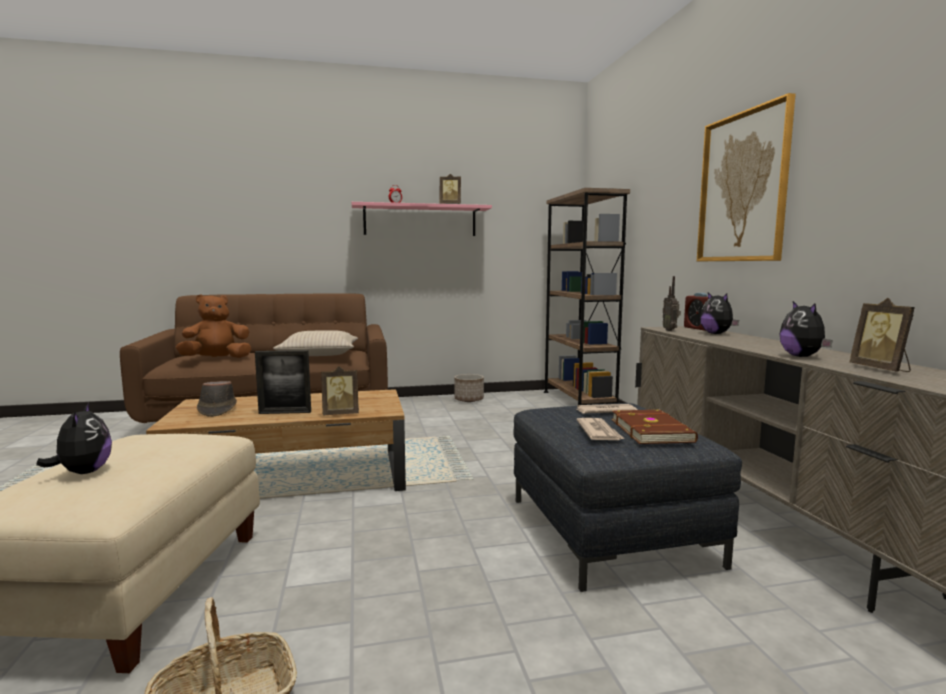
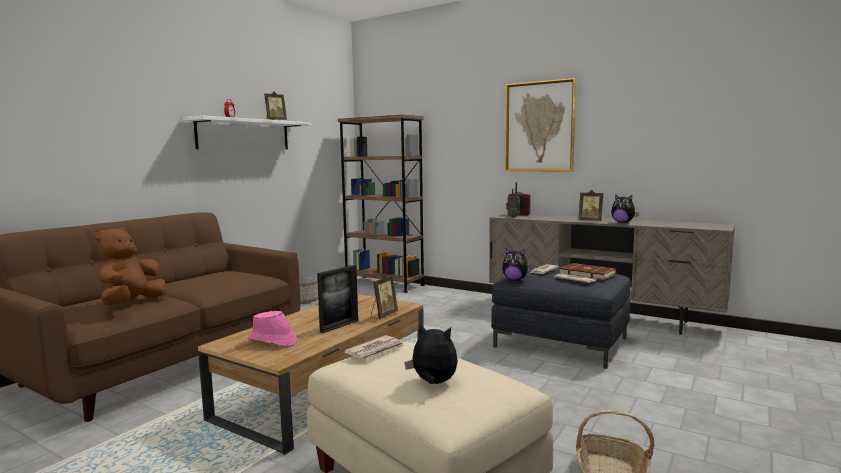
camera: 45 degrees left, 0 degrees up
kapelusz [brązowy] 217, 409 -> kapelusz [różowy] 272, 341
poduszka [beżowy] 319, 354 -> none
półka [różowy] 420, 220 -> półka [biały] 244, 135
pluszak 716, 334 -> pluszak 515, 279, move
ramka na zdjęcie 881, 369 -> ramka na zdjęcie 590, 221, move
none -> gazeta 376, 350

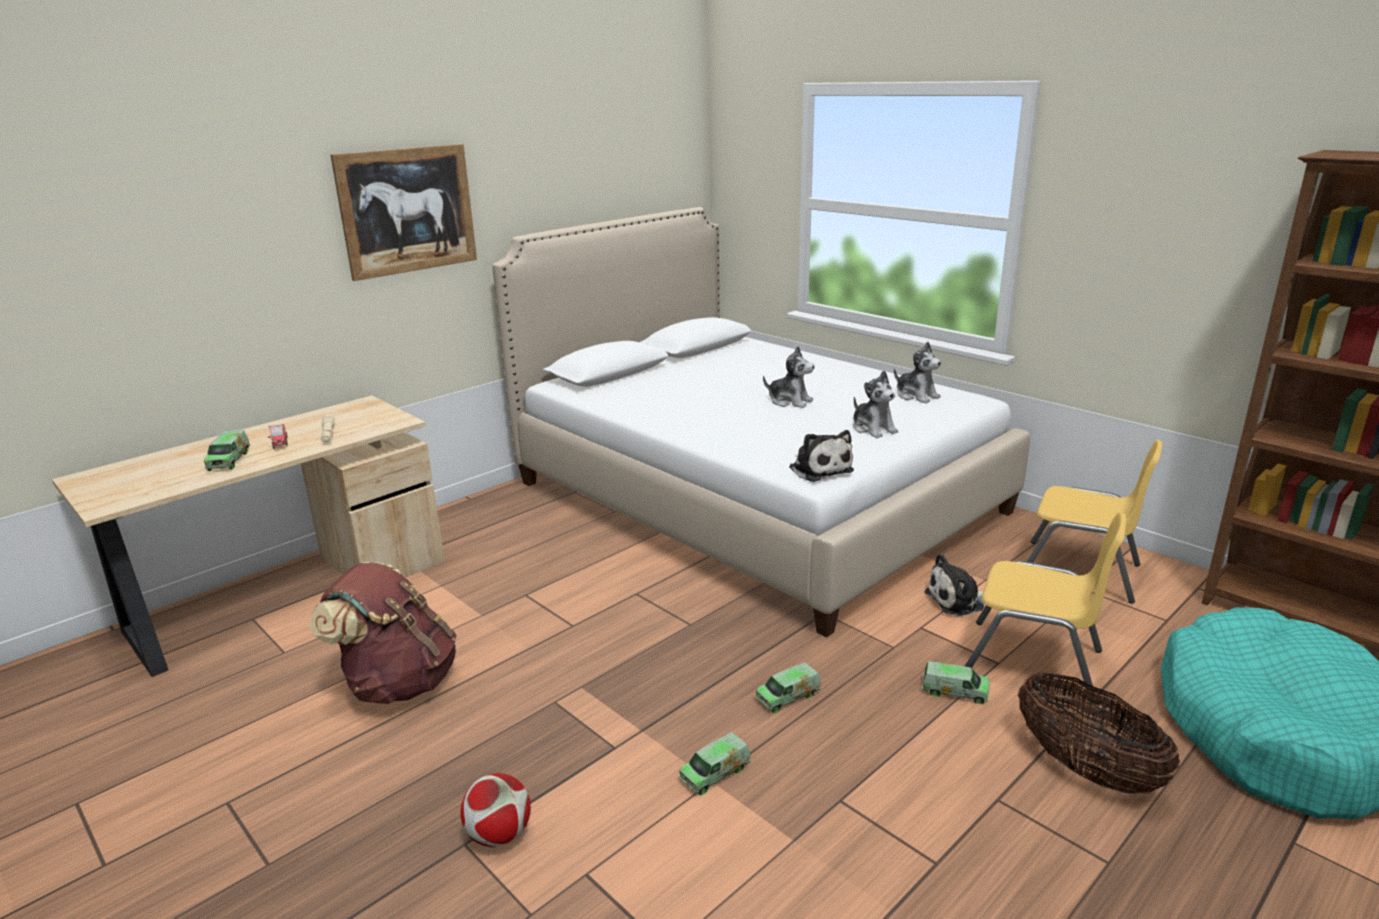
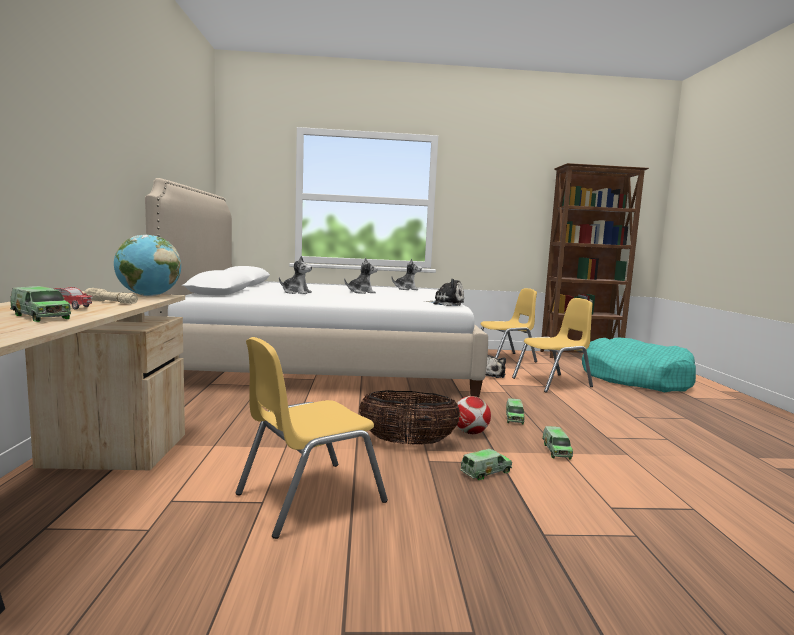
camera: 50 degrees left, 15 degrees down
plecak [brązowy] 398, 683 -> krzesło [żółty] 309, 497
obraz 407, 210 -> none
piłka futbolowa 499, 835 -> piłka futbolowa 470, 433, move
pluszak 873, 429 -> pluszak 296, 292, move
ciężarówka zabawkowa 954, 691 -> ciężarówka zabawkowa 486, 472, move
koszyk 1086, 768 -> koszyk 407, 443, move
none -> globus 148, 296

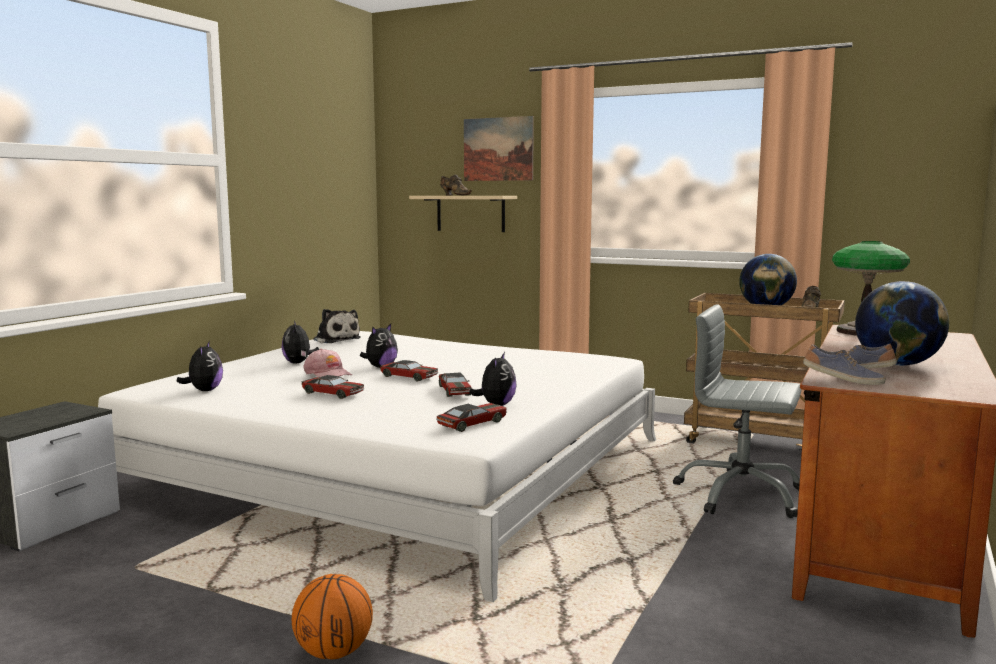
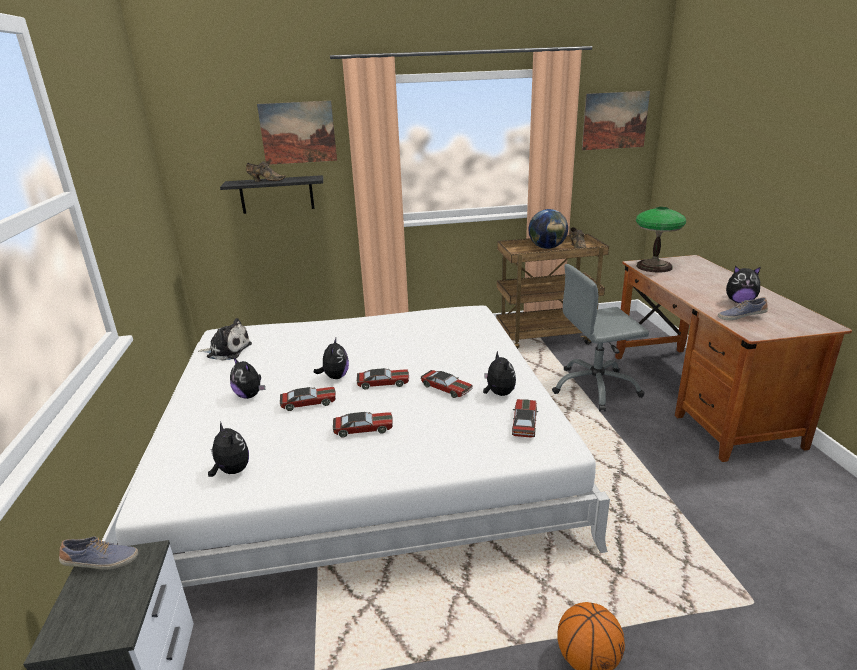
camera: 35 degrees left, 15 degrees up
czapka z daszkiem [różowy] 328, 374 -> samochodzik 309, 403
półka [beżowy] 470, 213 -> półka [czarny] 277, 194
but 842, 380 -> but 101, 562, move
globus 897, 364 -> pluszak 739, 302
none -> obraz 615, 120

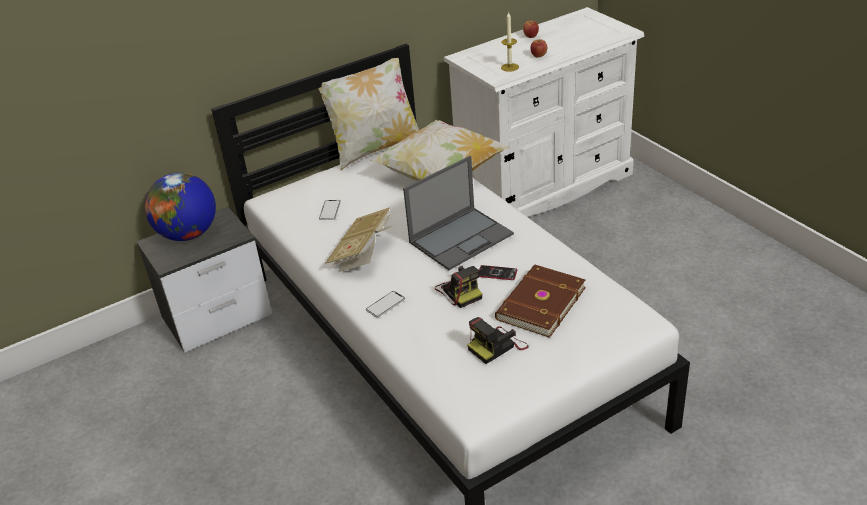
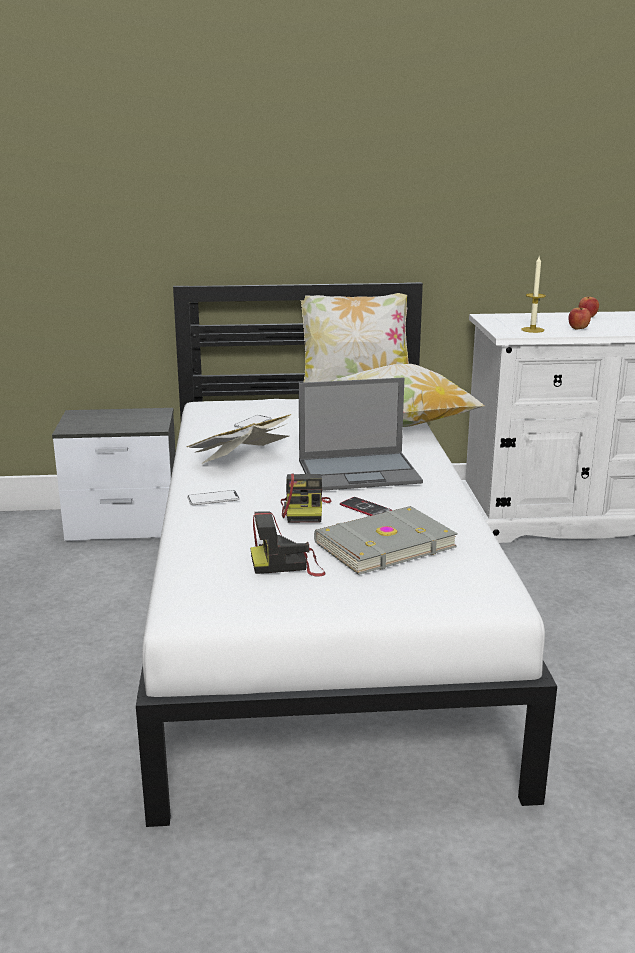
camera: 25 degrees right, 15 degrees down
globus 188, 234 -> none
książka [brązowy] 539, 303 -> książka [szary] 383, 544

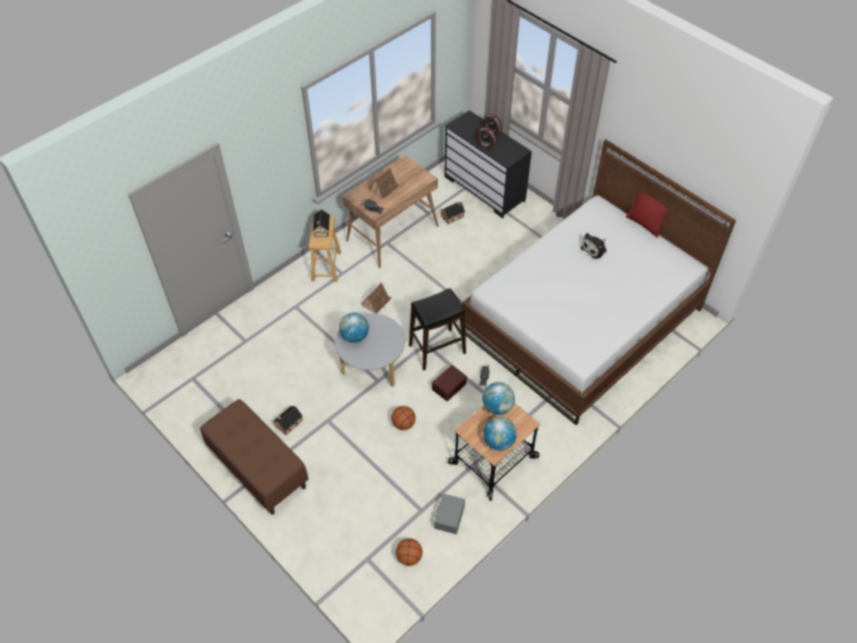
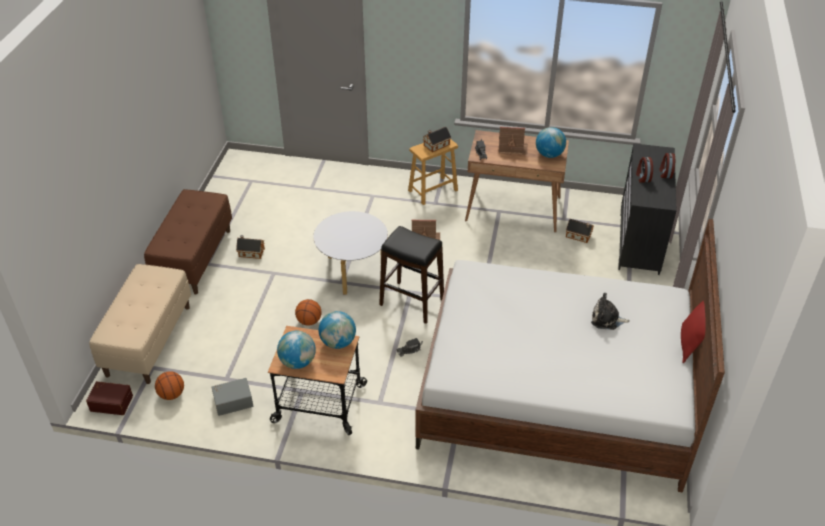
camera: 55 degrees right, 10 degrees down
globus 354, 336 -> globus 549, 155, move
pojemnik do przechowywania [brązowy] 448, 386 -> pojemnik do przechowywania [brązowy] 112, 402, move
none -> ławka [beżowy] 148, 340

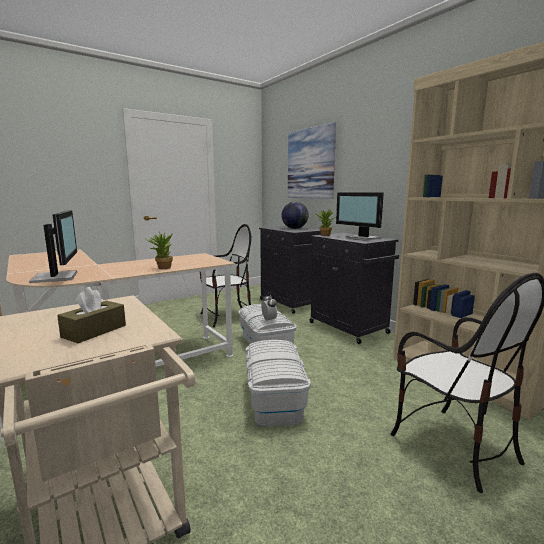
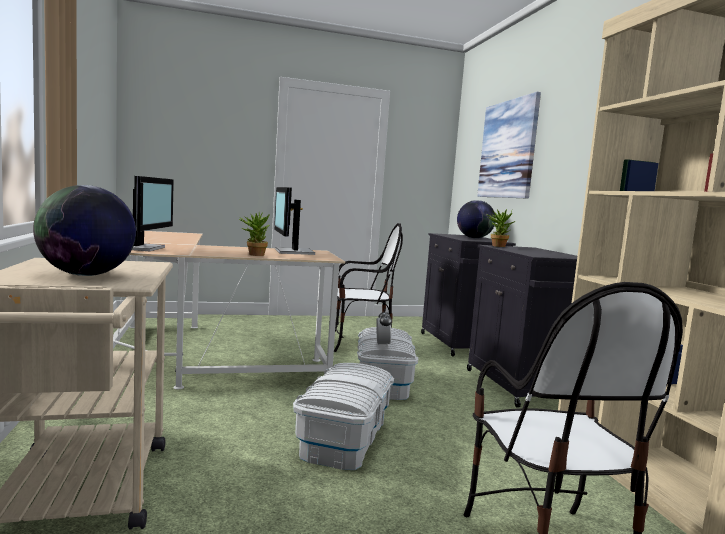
camera: 20 degrees right, 5 degrees down
pudełko chusteczek [brązowy] 94, 331 -> globus 86, 275
monitor 362, 238 -> monitor 292, 252, move

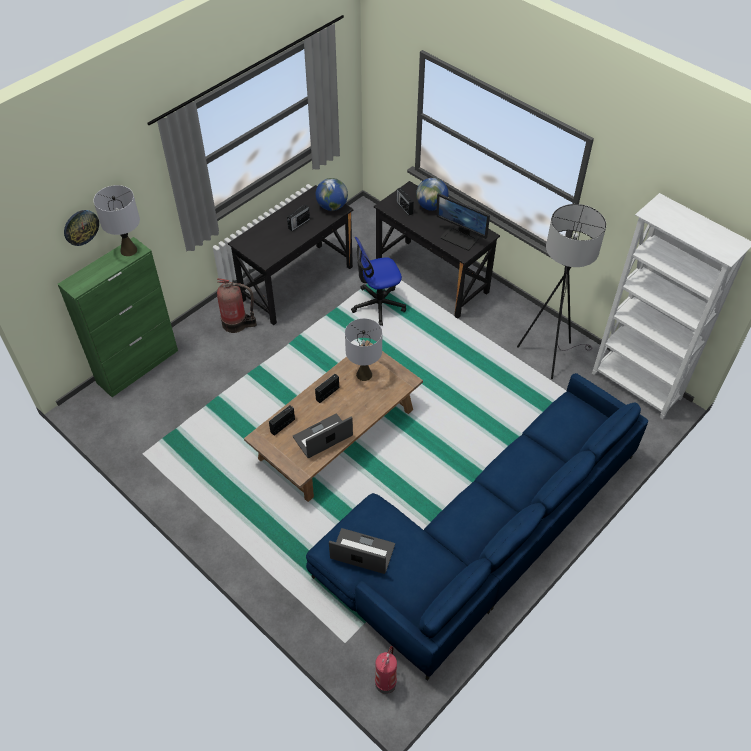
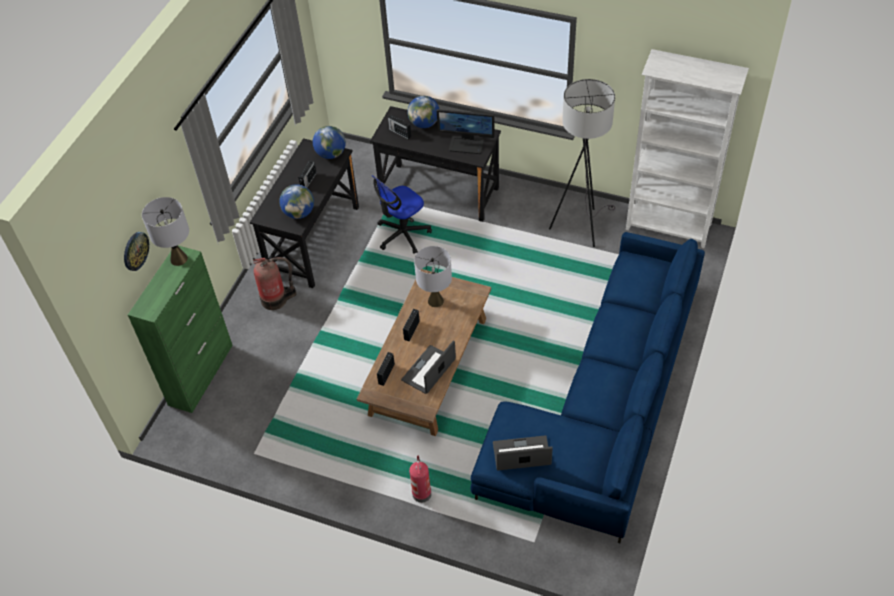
camera: 20 degrees left, 0 degrees up
gaśnica 385, 681 -> gaśnica 421, 493, move
none -> globus 299, 213

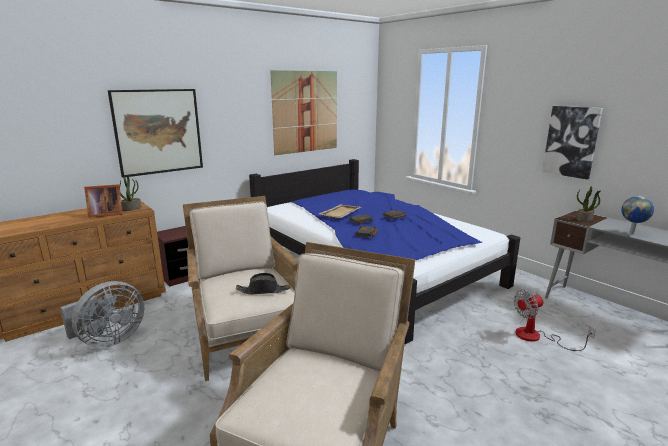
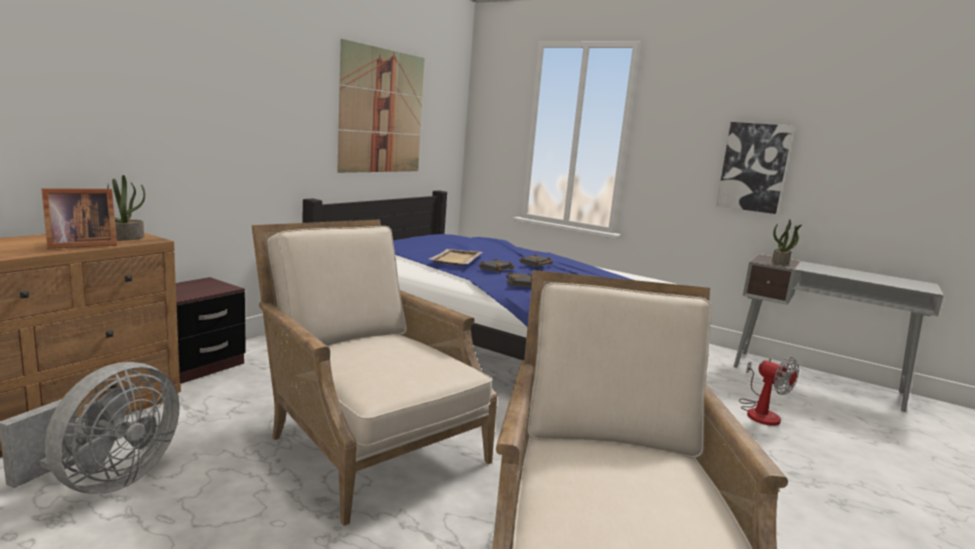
camera: 20 degrees left, 5 degrees down
obraz 158, 131 -> none
kapelusz [czarny] 263, 290 -> none
wentylator 537, 337 -> wentylator 760, 412, 90 degrees counterclockwise
globus 632, 233 -> none

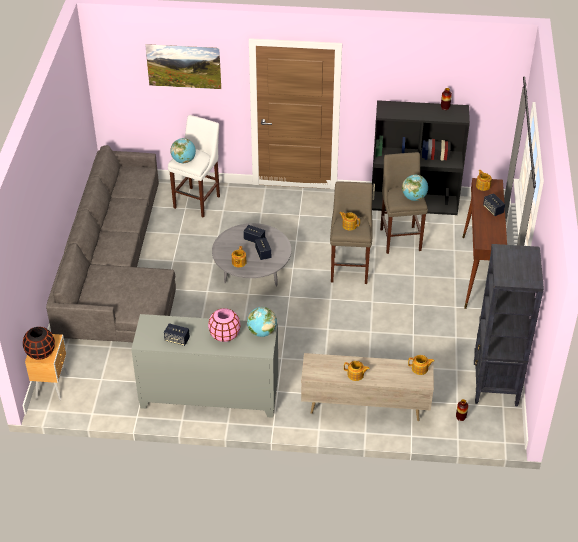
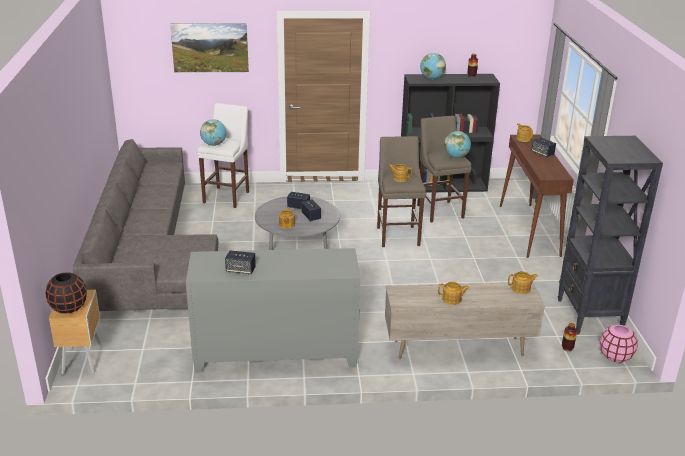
camera: 10 degrees left, 15 degrees down
wazon [różowy] 224, 335 -> wazon [różowy] 615, 357, move
globus 261, 332 -> globus 432, 78, move

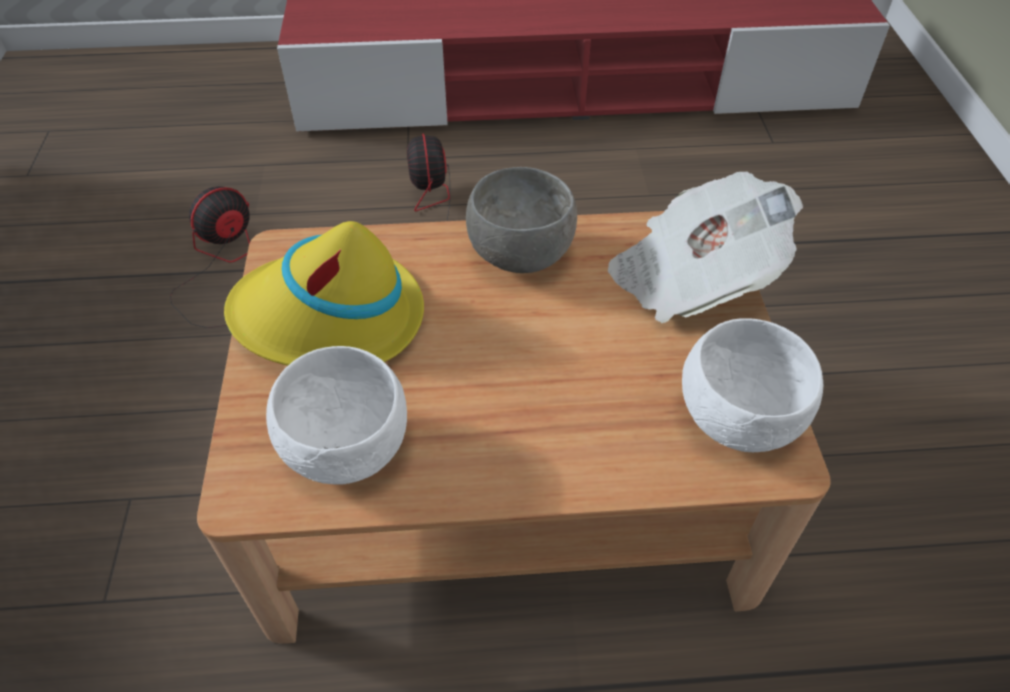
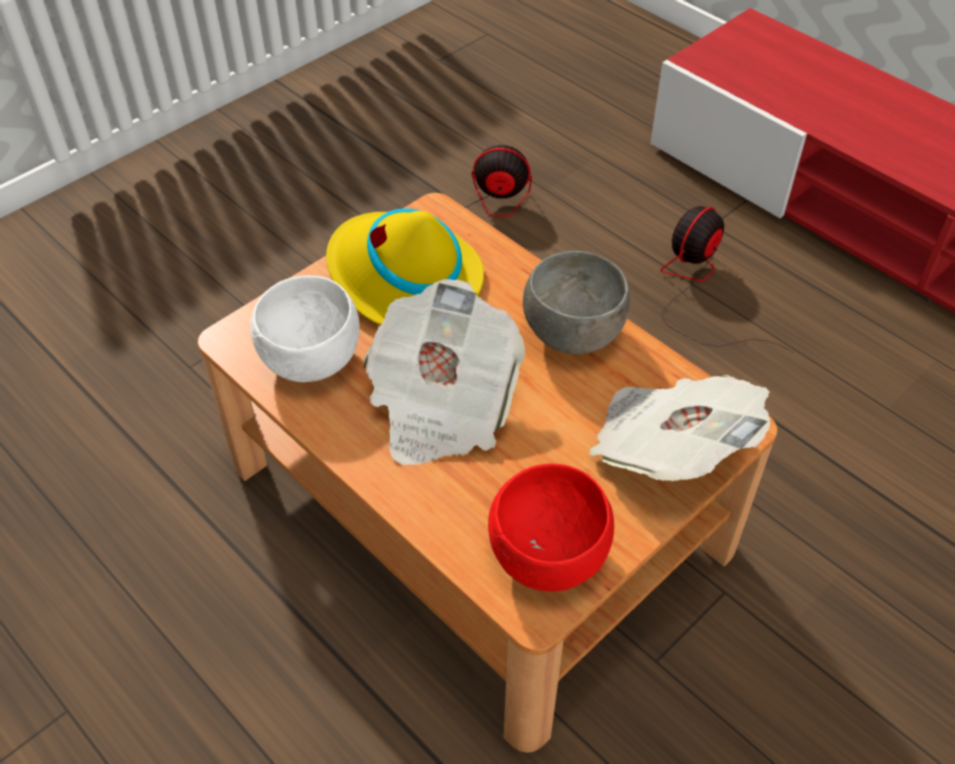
camera: 50 degrees right, 0 degrees up
miska [biały] 735, 420 -> miska [czerwony] 546, 556
none -> gazeta 441, 404

